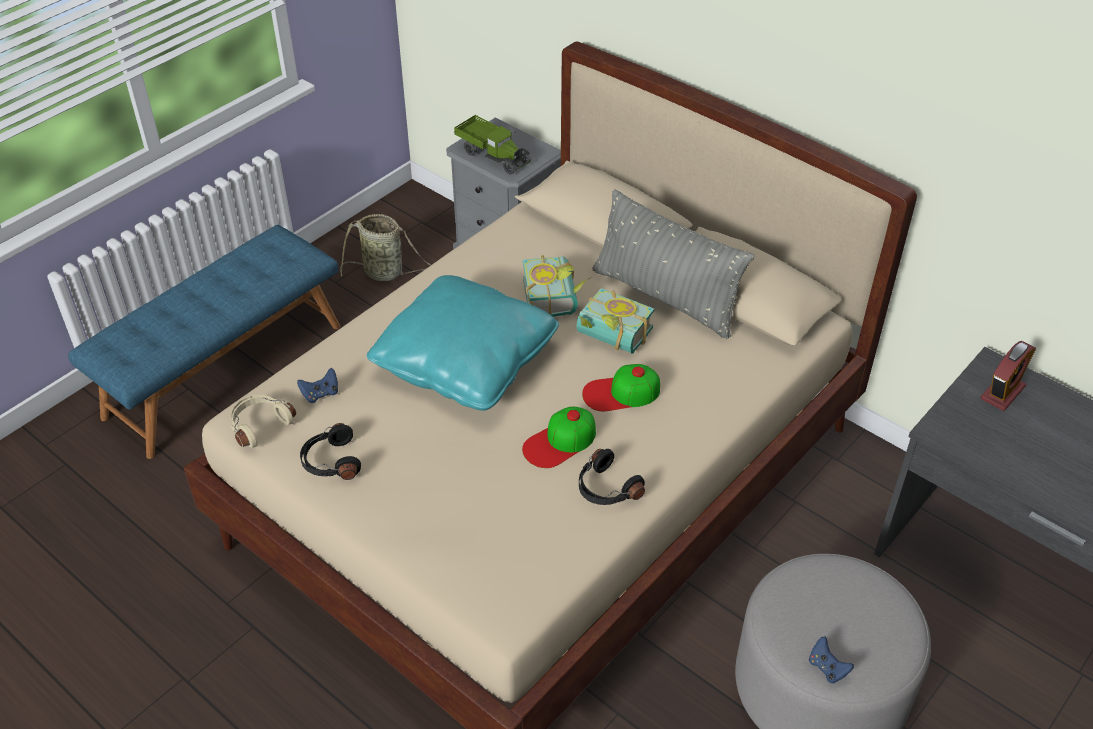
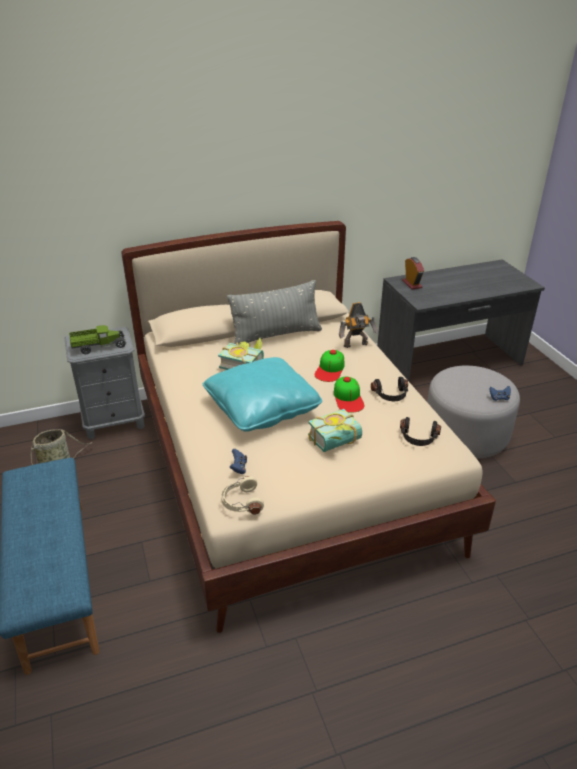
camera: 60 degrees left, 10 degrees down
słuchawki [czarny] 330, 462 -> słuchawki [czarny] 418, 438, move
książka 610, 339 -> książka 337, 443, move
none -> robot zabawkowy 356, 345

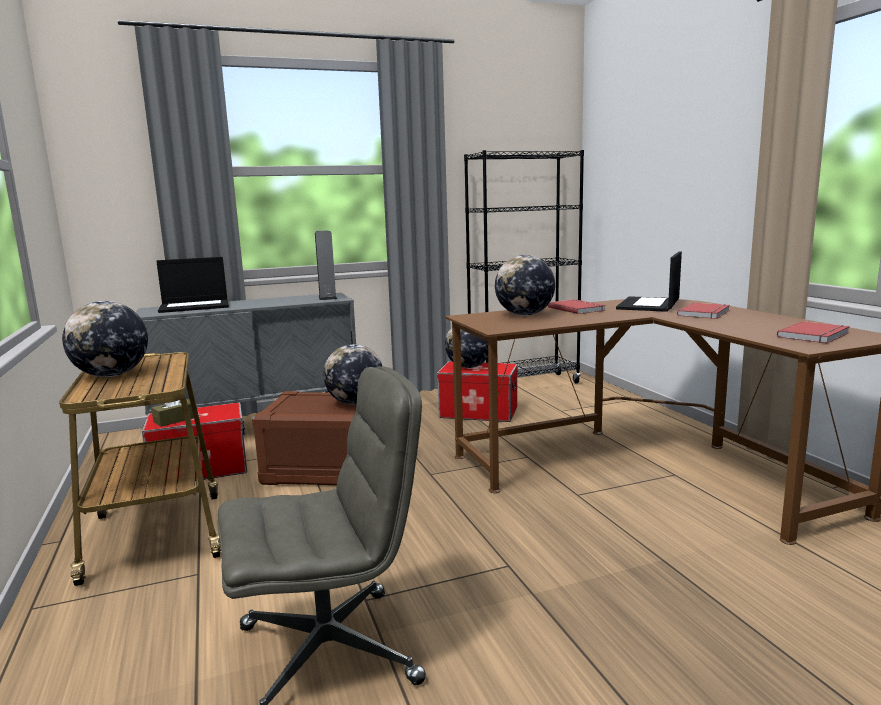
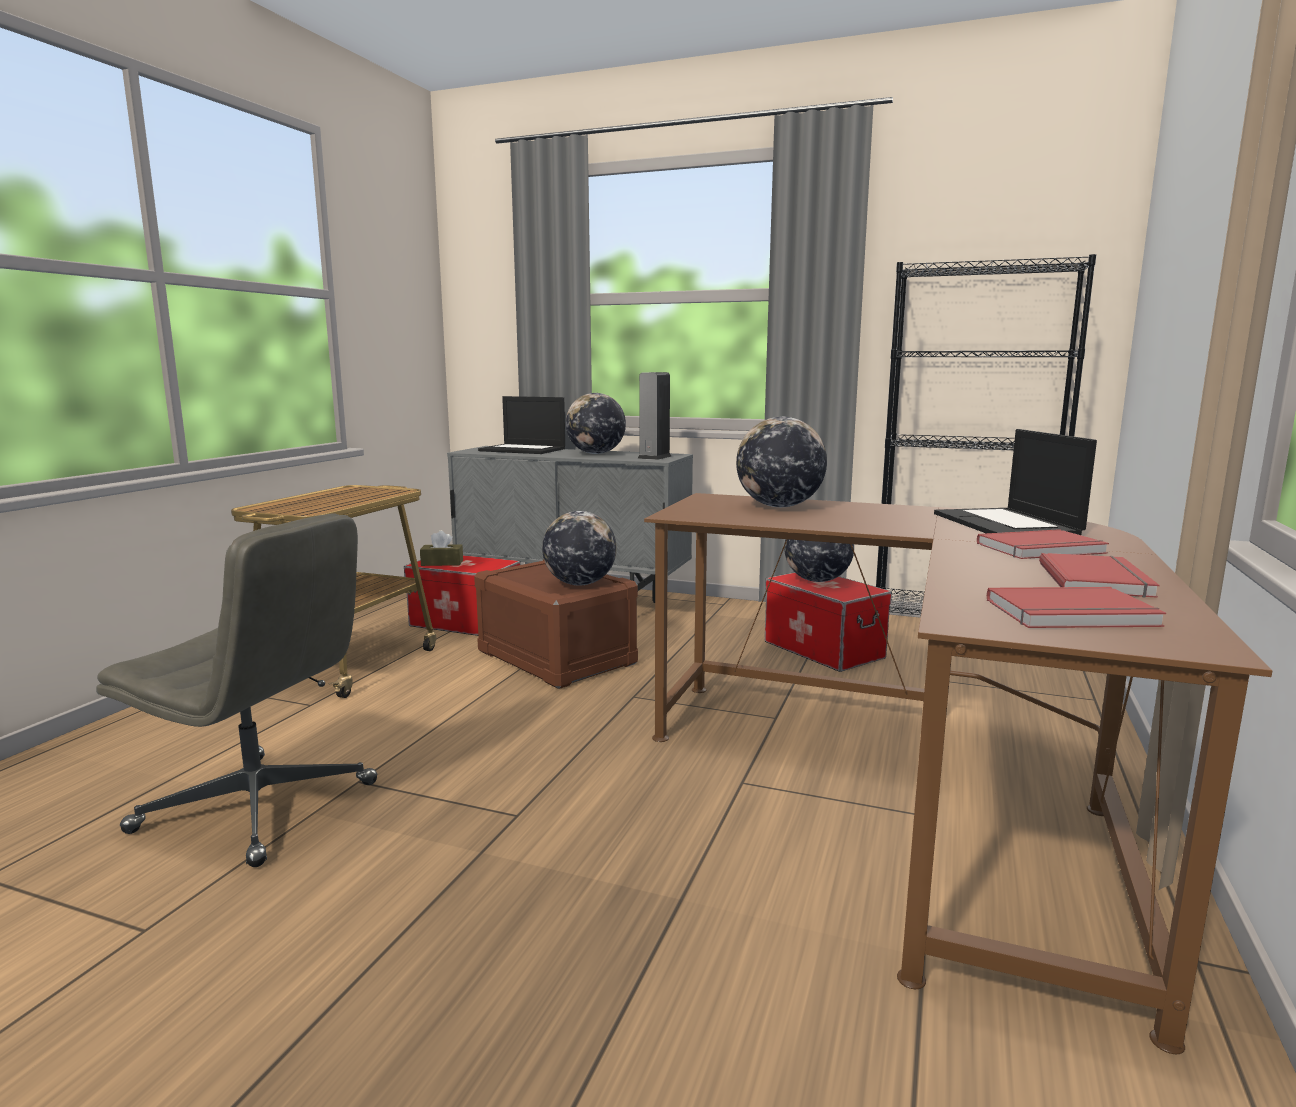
camera: 40 degrees right, 0 degrees up
globus 112, 375 -> globus 596, 453, move
książka [czerwony] 577, 309 -> książka [czerwony] 1098, 580, move
laptop 649, 305 -> laptop 1007, 524, 75 degrees counterclockwise

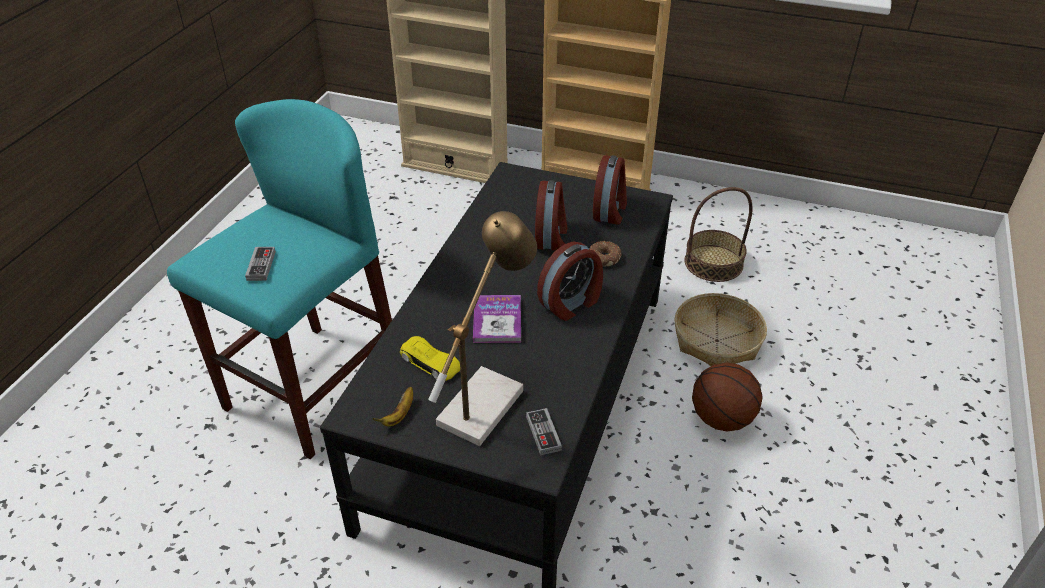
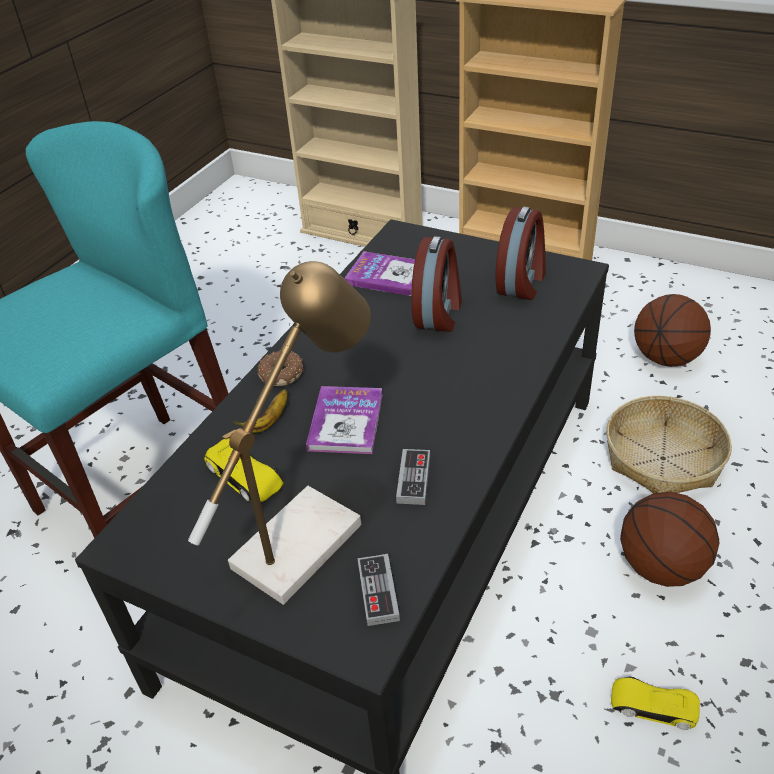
camera: 10 degrees right, 0 degrees up
pad do gier 261, 266 -> pad do gier 413, 479, move
banan 399, 415 -> banan 268, 422, move
budzik 571, 303 -> none
donut 604, 257 -> donut 281, 373, move
koszyk 713, 263 -> piłka do koszykówki 666, 357
none -> książka 386, 276
none -> samochodzik [żółty] 653, 706

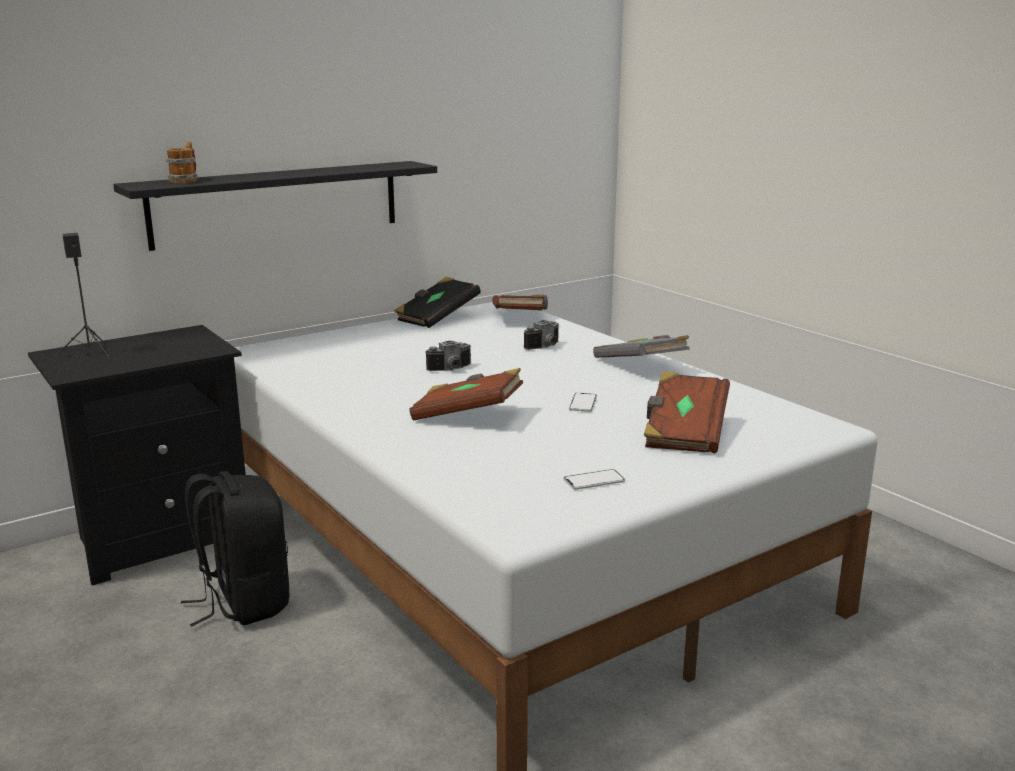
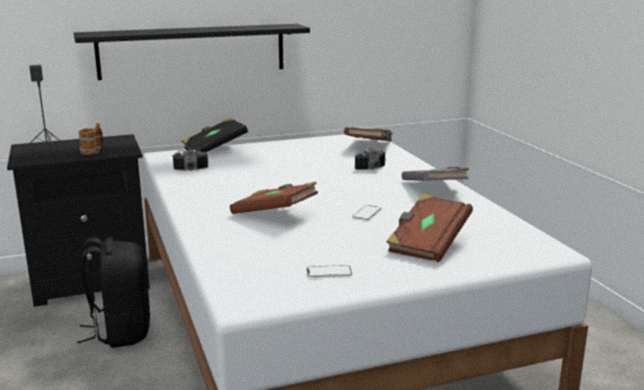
camera: 15 degrees right, 0 degrees up
kubek 186, 180 -> kubek 93, 151, move
książka [czarny] 437, 318 -> książka [czarny] 214, 149, move
aparat fotograficzny 451, 369 -> aparat fotograficzny 191, 170, move

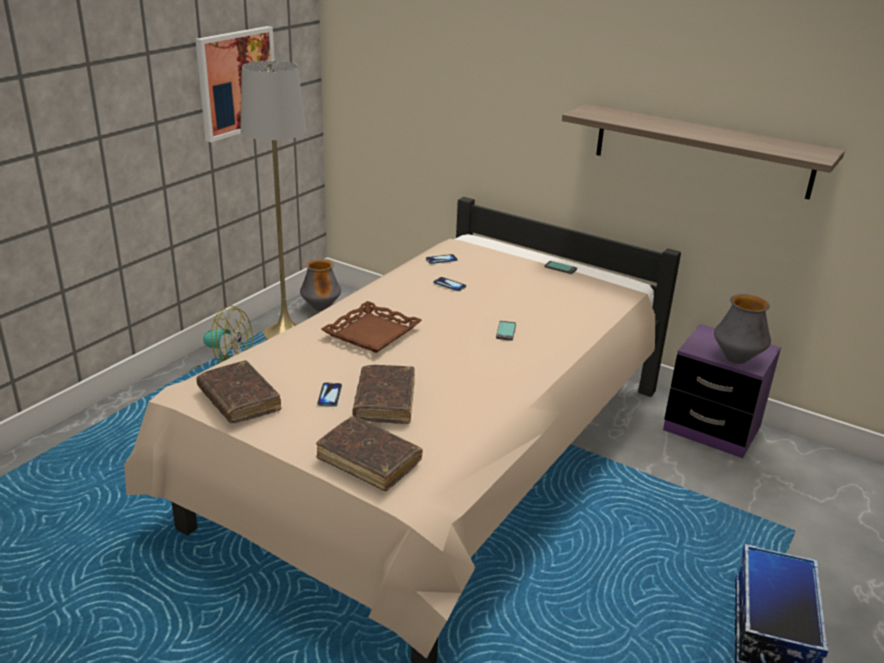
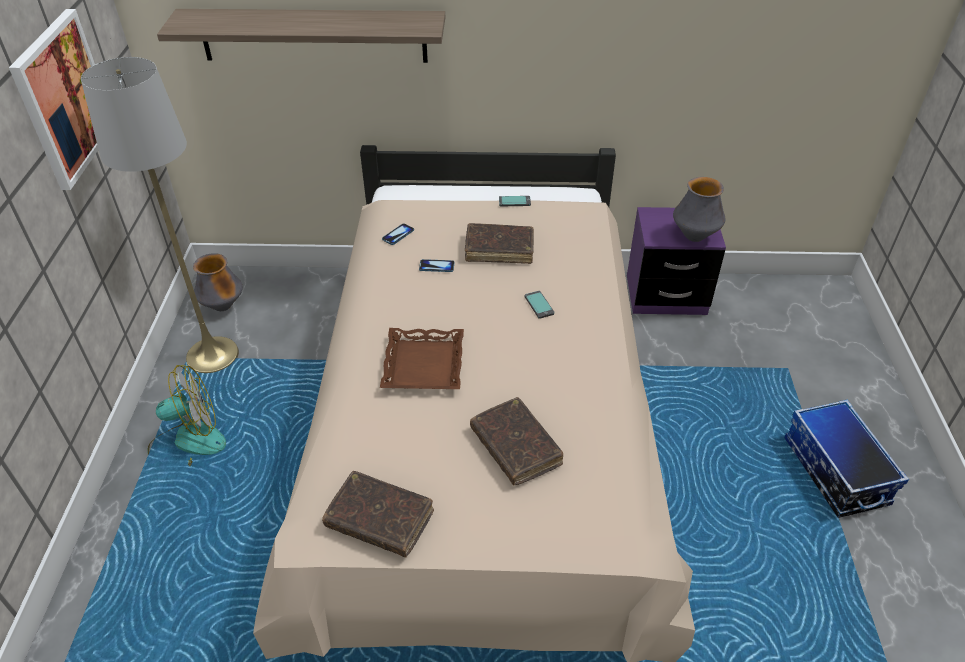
camera: 30 degrees left, 15 degrees up
książka [brązowy] 369, 461 -> książka [brązowy] 499, 249, move
telefon 329, 395 -> none
półka 701, 150 -> półka 313, 35, move

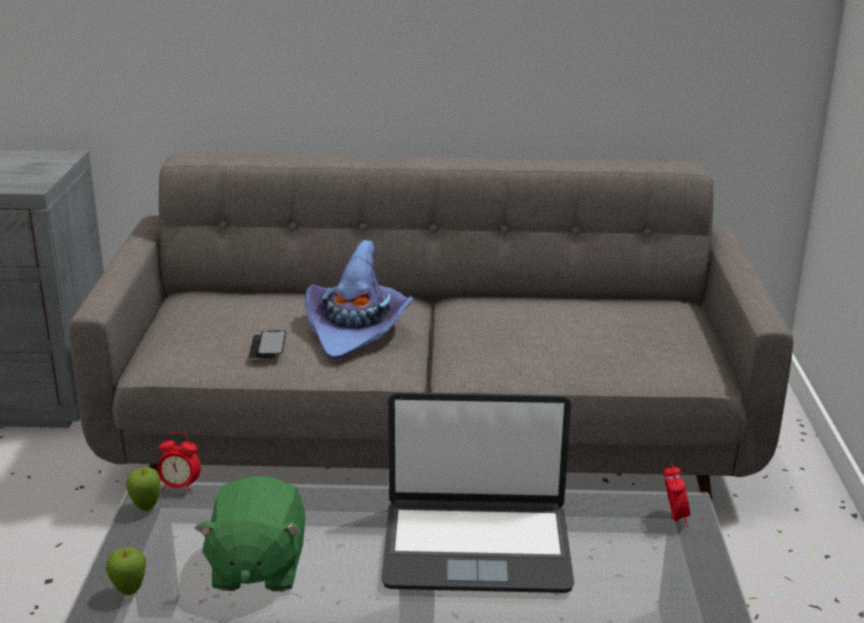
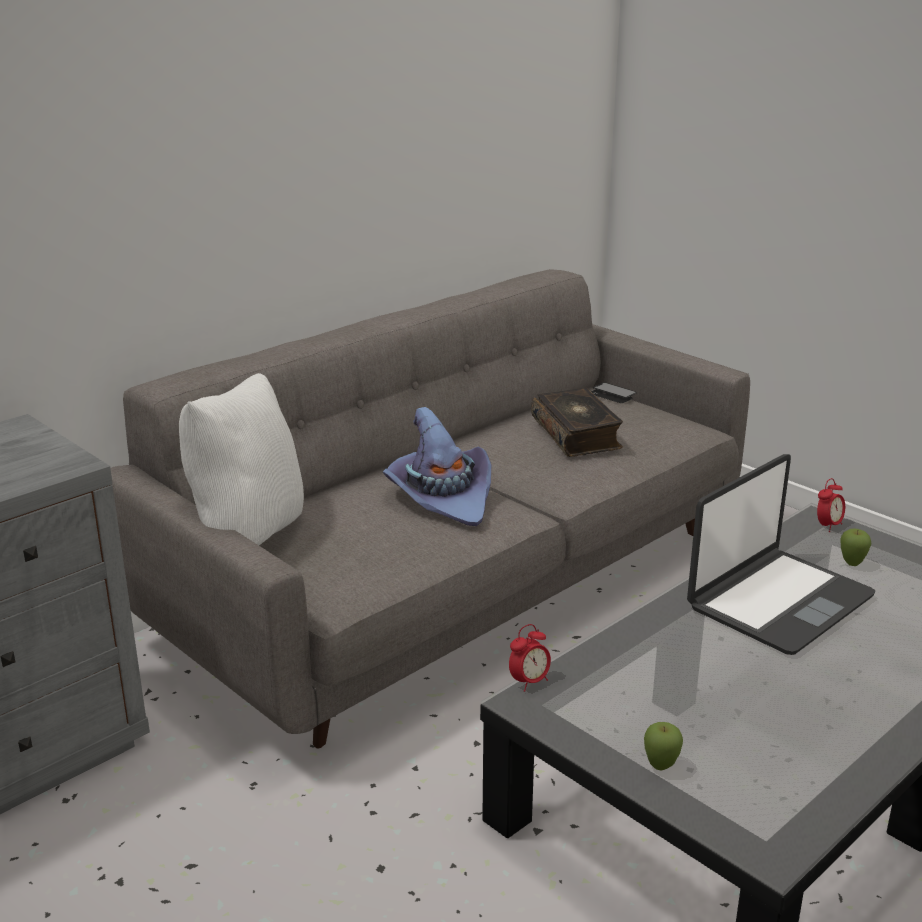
camera: 45 degrees left, 0 degrees up
jabłko 146, 507 -> jabłko 852, 564, move
pluszak [zielony] 256, 568 -> none
telefon 267, 346 -> telefon 612, 394, move
budzik 674, 518 -> budzik 828, 526, 90 degrees clockwise
none -> poduszka [biały] 247, 536
none -> książka 577, 434

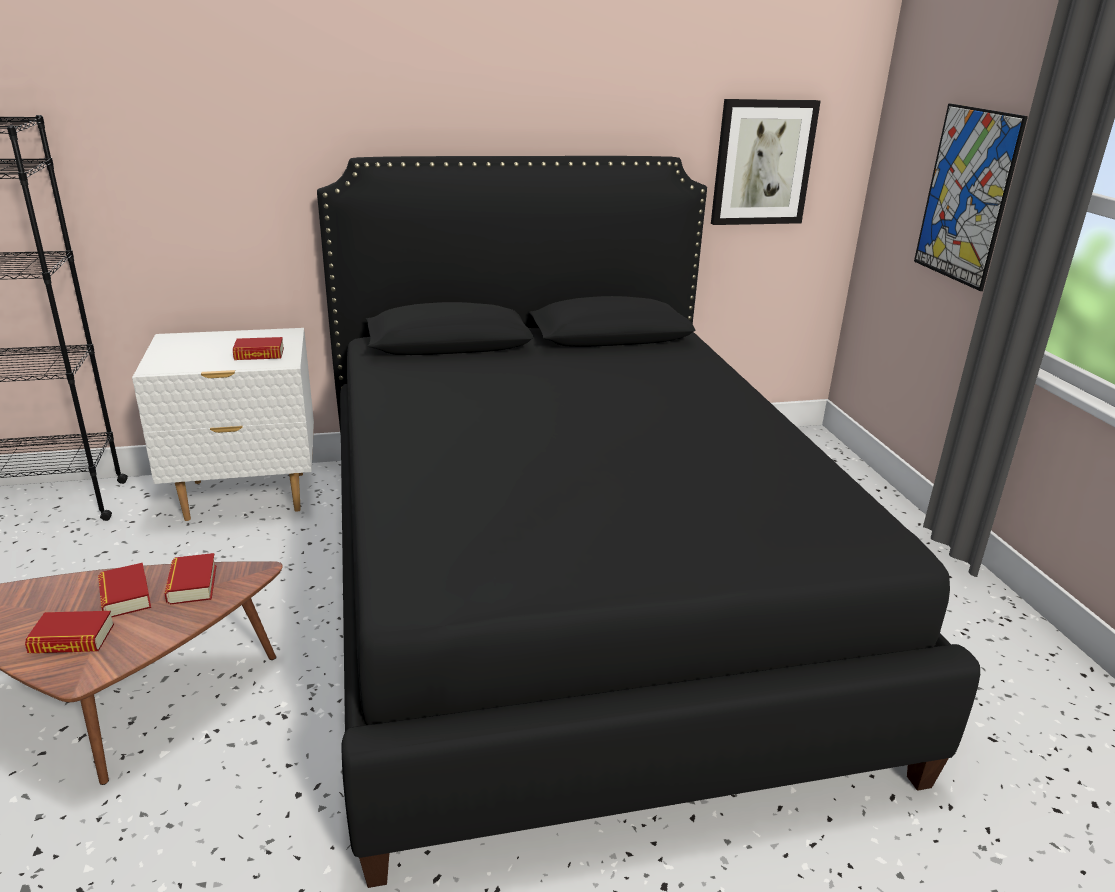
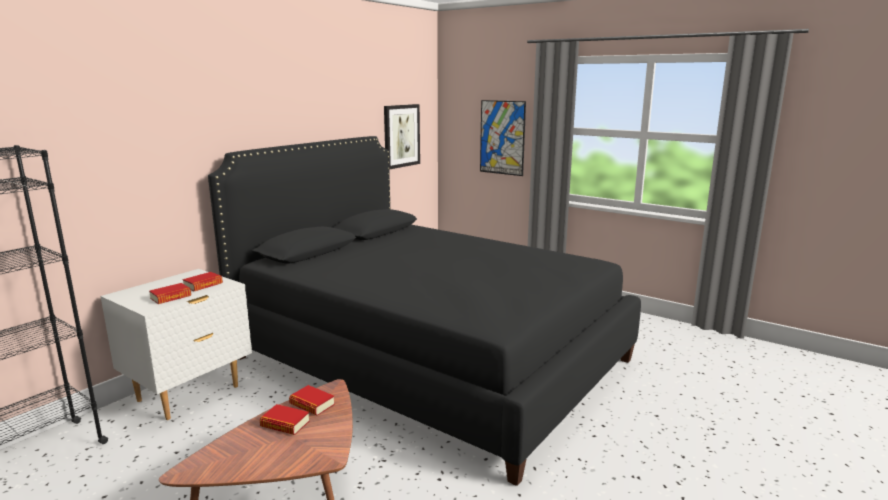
camera: 40 degrees left, 10 degrees down
książka 72, 639 -> książka 171, 297, move

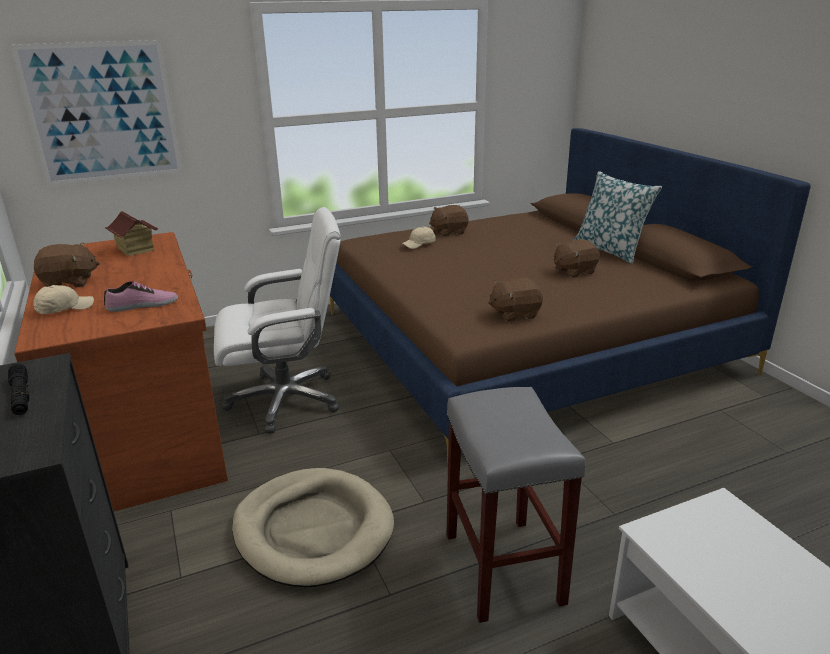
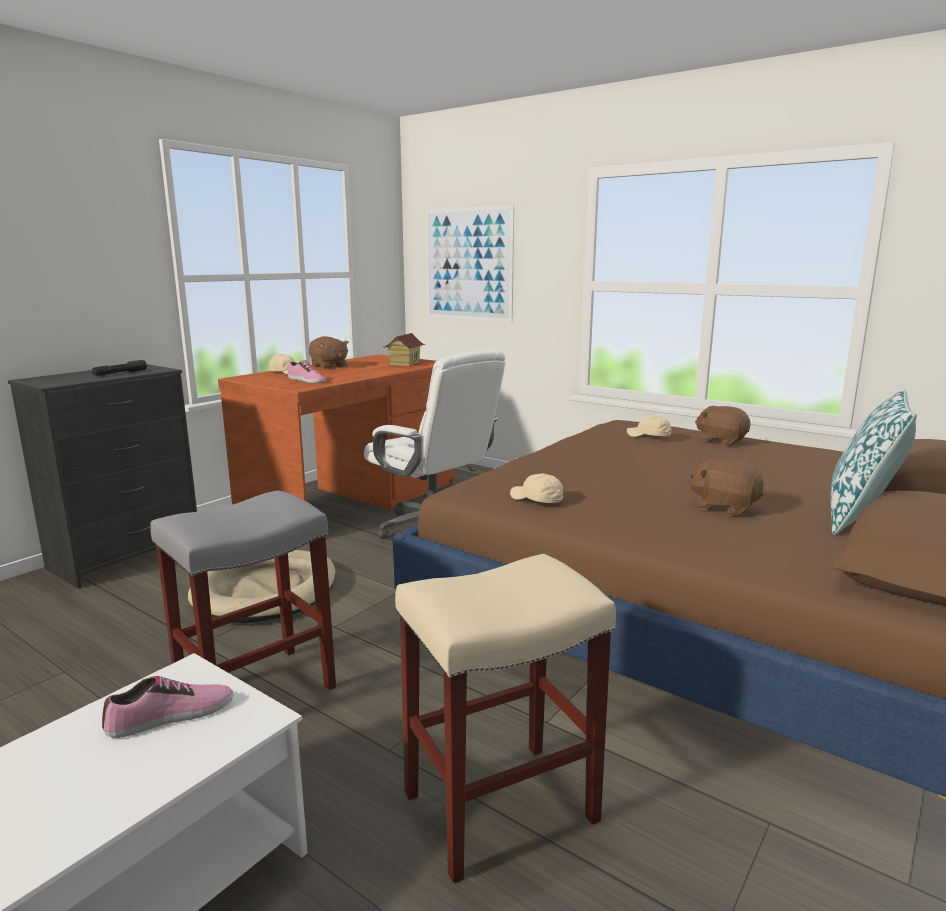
camera: 60 degrees right, 10 degrees down
pluszak [brązowy] 514, 314 -> czapka z daszkiem [beżowy] 537, 500
none -> but 171, 717
none -> stołek [beżowy] 498, 809

